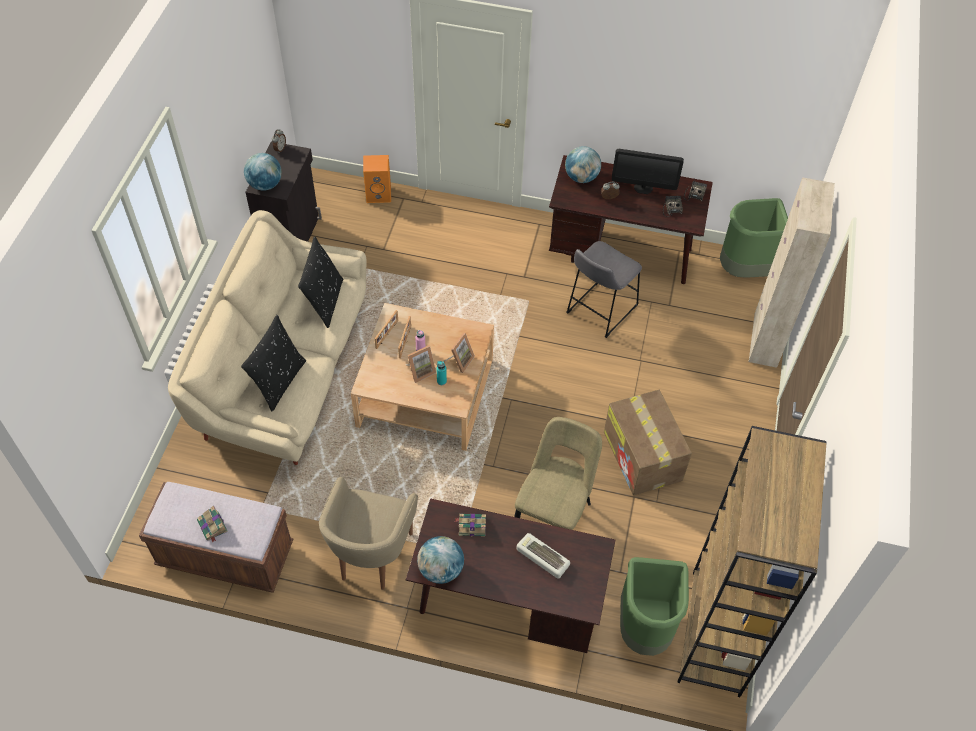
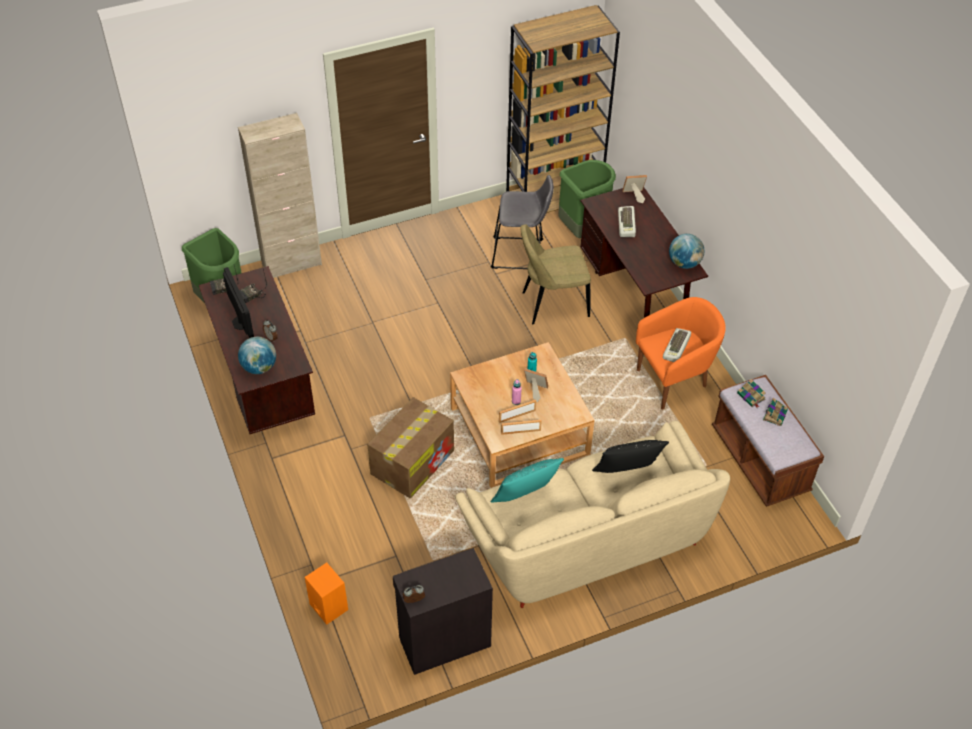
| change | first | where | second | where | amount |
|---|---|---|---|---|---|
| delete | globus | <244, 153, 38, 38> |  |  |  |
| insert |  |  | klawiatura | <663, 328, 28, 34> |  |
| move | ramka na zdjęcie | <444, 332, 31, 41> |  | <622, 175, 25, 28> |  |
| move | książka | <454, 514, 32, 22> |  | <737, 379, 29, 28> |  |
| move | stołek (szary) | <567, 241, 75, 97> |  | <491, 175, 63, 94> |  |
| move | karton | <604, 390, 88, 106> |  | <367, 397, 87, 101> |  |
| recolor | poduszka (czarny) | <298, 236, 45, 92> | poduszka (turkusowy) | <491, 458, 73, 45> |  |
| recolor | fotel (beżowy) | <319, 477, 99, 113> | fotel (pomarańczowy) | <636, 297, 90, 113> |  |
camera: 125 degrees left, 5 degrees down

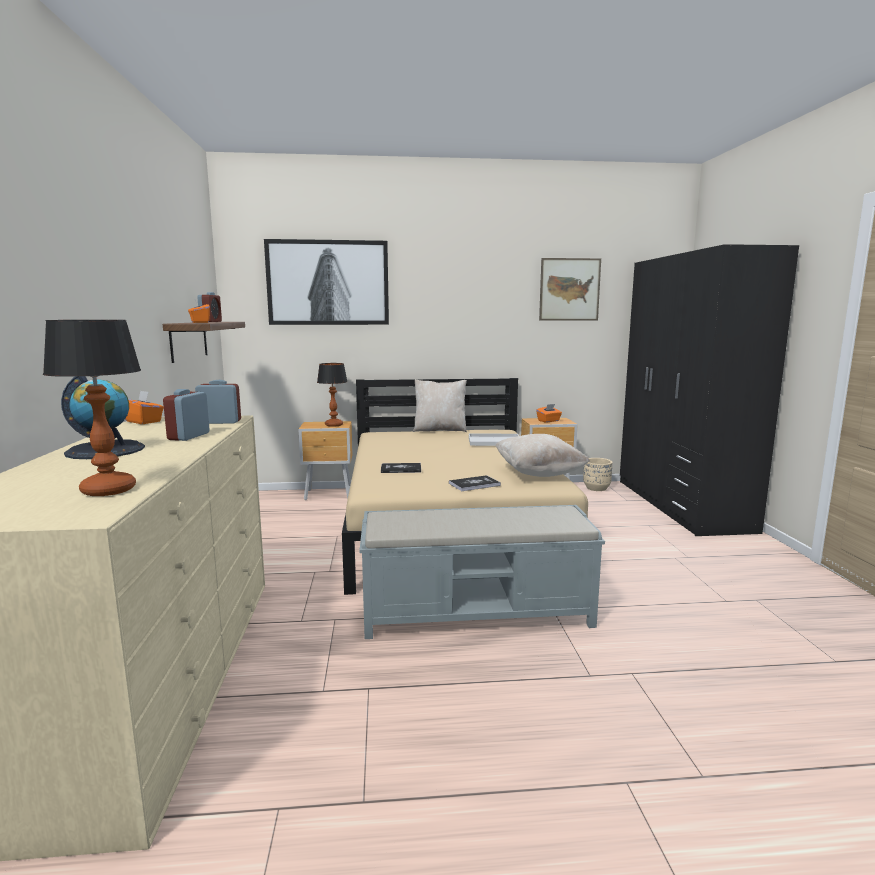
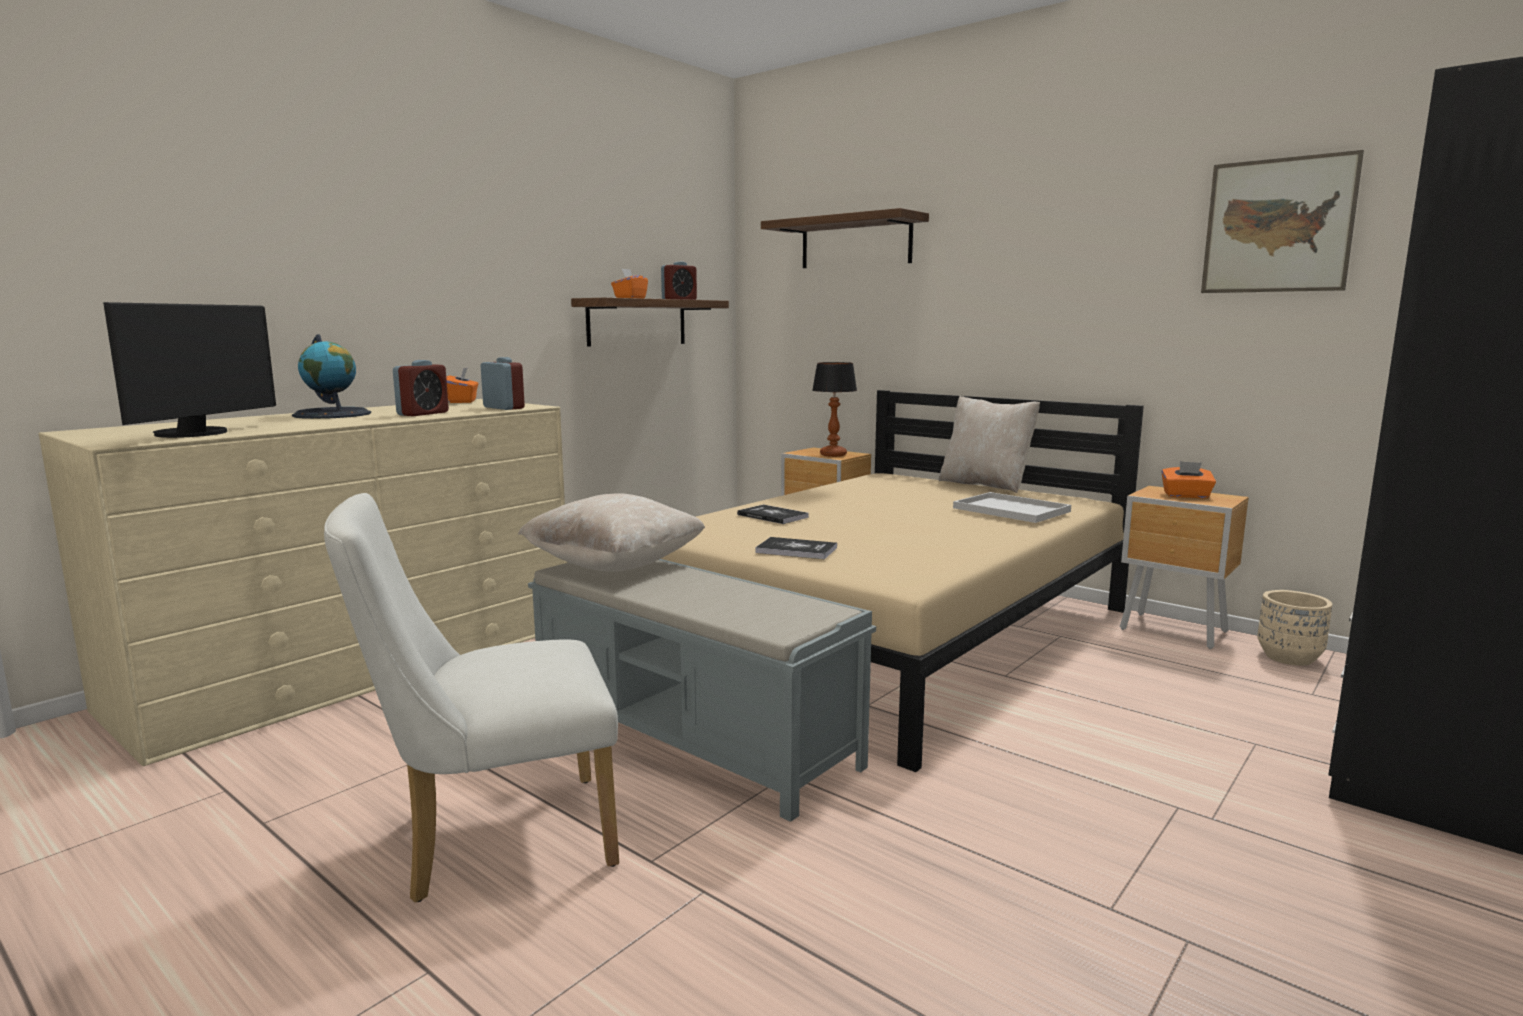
| change | first | where | second | where | amount |
|---|---|---|---|---|---|
| insert |  |  | krzesło (biały) | <324, 493, 295, 410> |  |
| move | poduszka (beżowy) | <495, 434, 95, 43> |  | <518, 493, 187, 79> |  |
| replace | lampa stołowa | <43, 320, 98, 176> | monitor | <103, 302, 173, 136> |  |
| replace | obraz | <264, 239, 125, 86> | półka | <761, 208, 168, 60> |  |
| rotate | budzik | <163, 389, 47, 52> |  | <393, 360, 56, 56> | 150 degrees clockwise |
camera: 45 degrees right, 0 degrees up

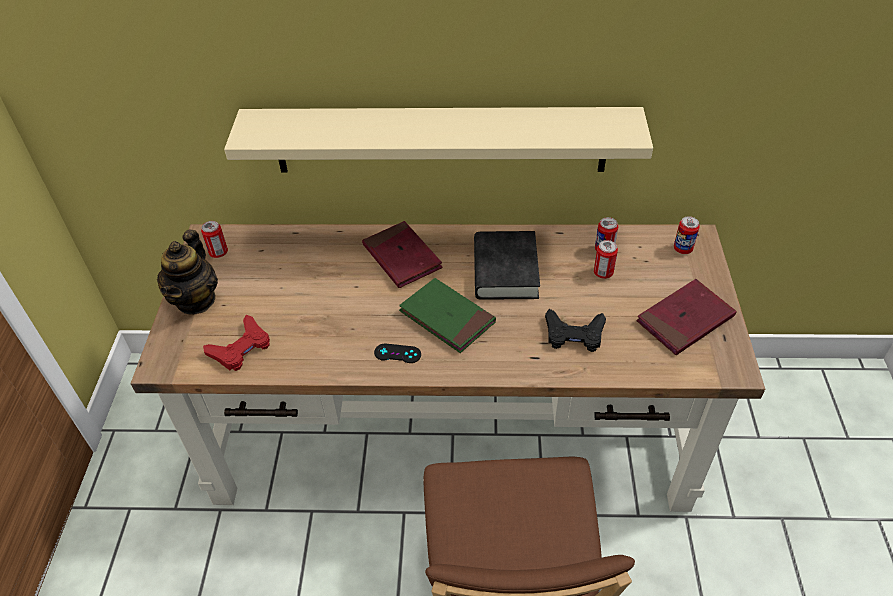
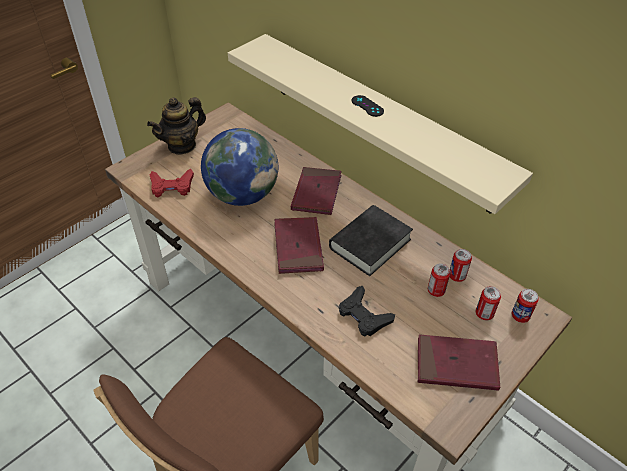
| change | first | where | second | where | amount |
|---|---|---|---|---|---|
| insert |  |  | globus | <201, 128, 77, 78> |  |
| move | puszka | <201, 221, 27, 37> |  | <476, 286, 25, 34> |  |
| move | pad do gier (czarny) | <374, 344, 47, 19> |  | <352, 95, 32, 22> |  |
| recolor | książka (zielony) | <399, 278, 97, 75> | książka (czerwony) | <274, 217, 50, 57> |  |
camera: 40 degrees right, 0 degrees up

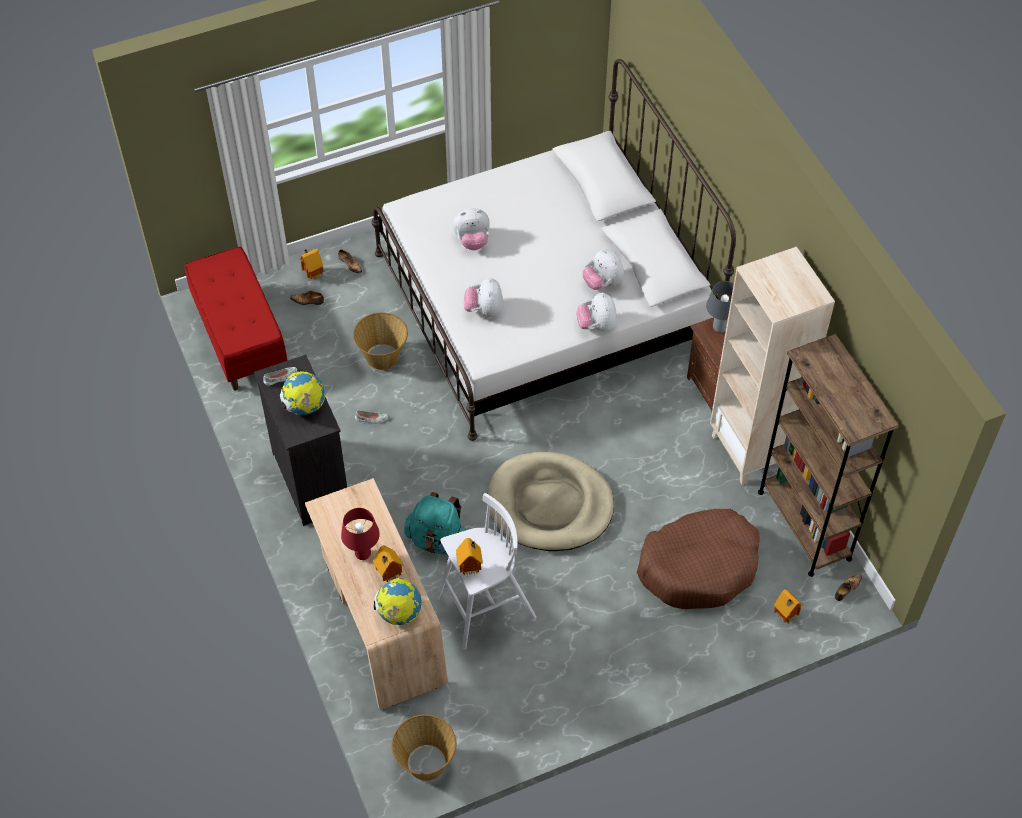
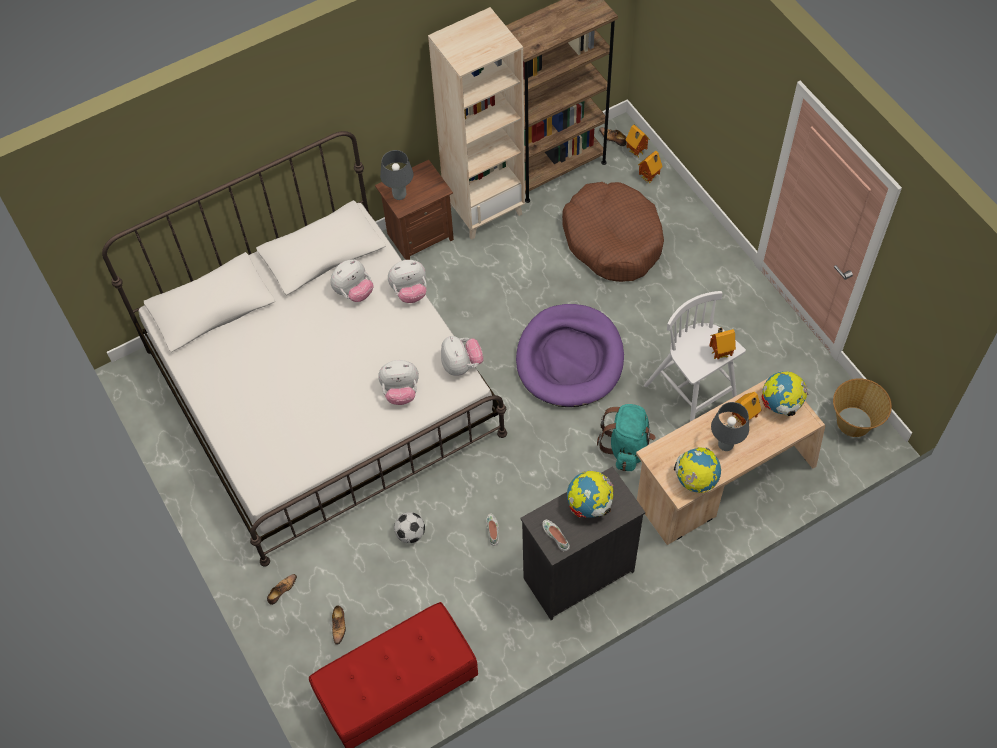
| change | first | where | second | where | amount |
|---|---|---|---|---|---|
| insert |  |  | globus | <674, 447, 47, 46> |  |
| move | domek | <300, 249, 23, 32> |  | <626, 125, 24, 32> |  |
| move | pluszak | <453, 208, 37, 42> |  | <441, 336, 43, 40> |  |
| replace | koszyk | <353, 312, 55, 58> | piłka futbolowa | <394, 512, 31, 31> |  |
| recolor | lampa stołowa (czerwony) | <341, 508, 39, 52> | lampa stołowa (szary) | <711, 402, 38, 49> |  |
| recolor | legowisko (beżowy) | <488, 452, 126, 99> | legowisko (fioletowy) | <516, 304, 108, 103> |  |
camera: 95 degrees left, 5 degrees up

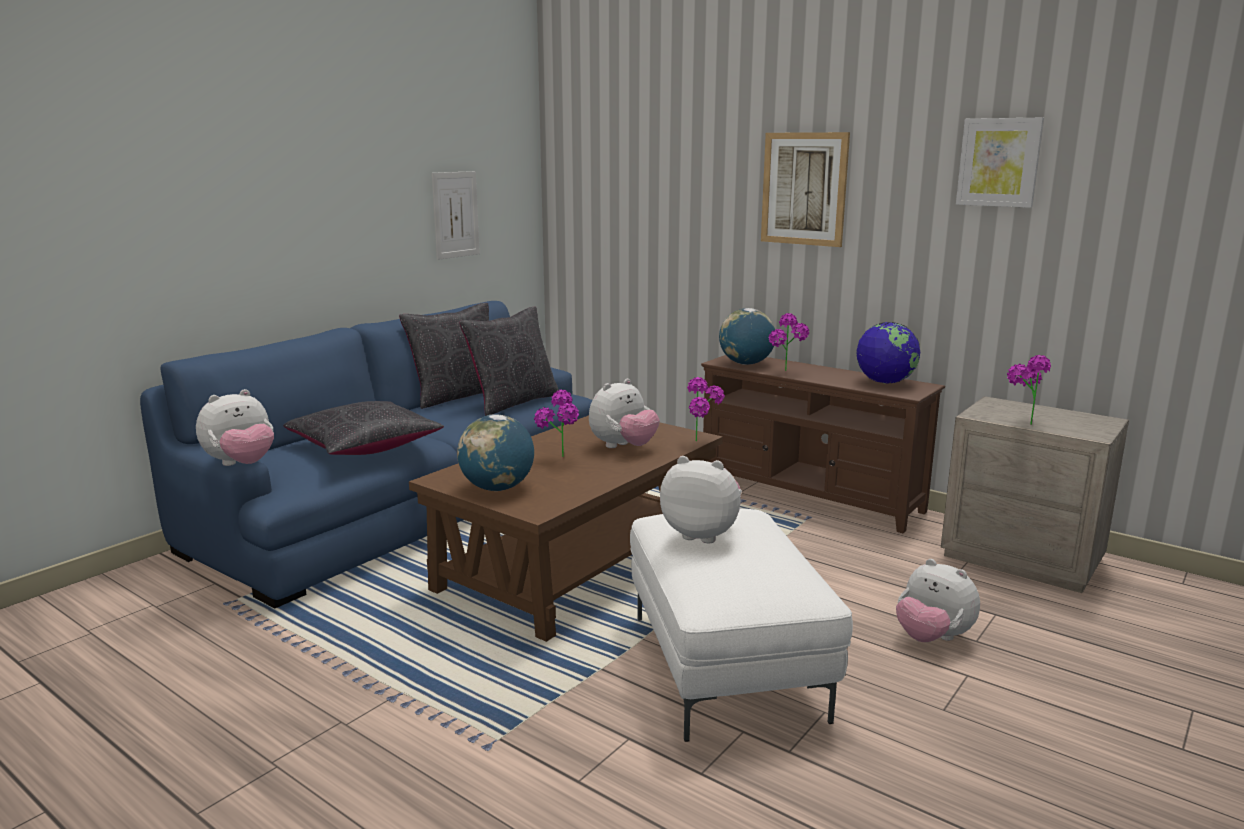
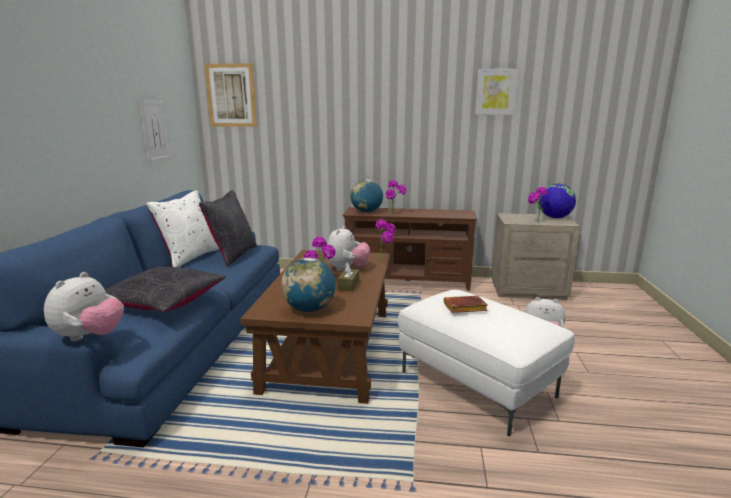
| change | first | where | second | where | amount |
|---|---|---|---|---|---|
| insert |  |  | pudełko chusteczek (brązowy) | <337, 263, 22, 29> |  |
| move | obraz | <761, 132, 89, 115> |  | <204, 63, 53, 64> |  |
| move | globus | <856, 322, 64, 62> |  | <539, 184, 37, 34> |  |
| replace | pluszak | <660, 456, 82, 87> | książka (brązowy) | <444, 296, 44, 17> |  |
| recolor | poduszka (czarny) | <399, 303, 90, 106> | poduszka (biały) | <146, 191, 73, 76> |  |
camera: 30 degrees left, 0 degrees up

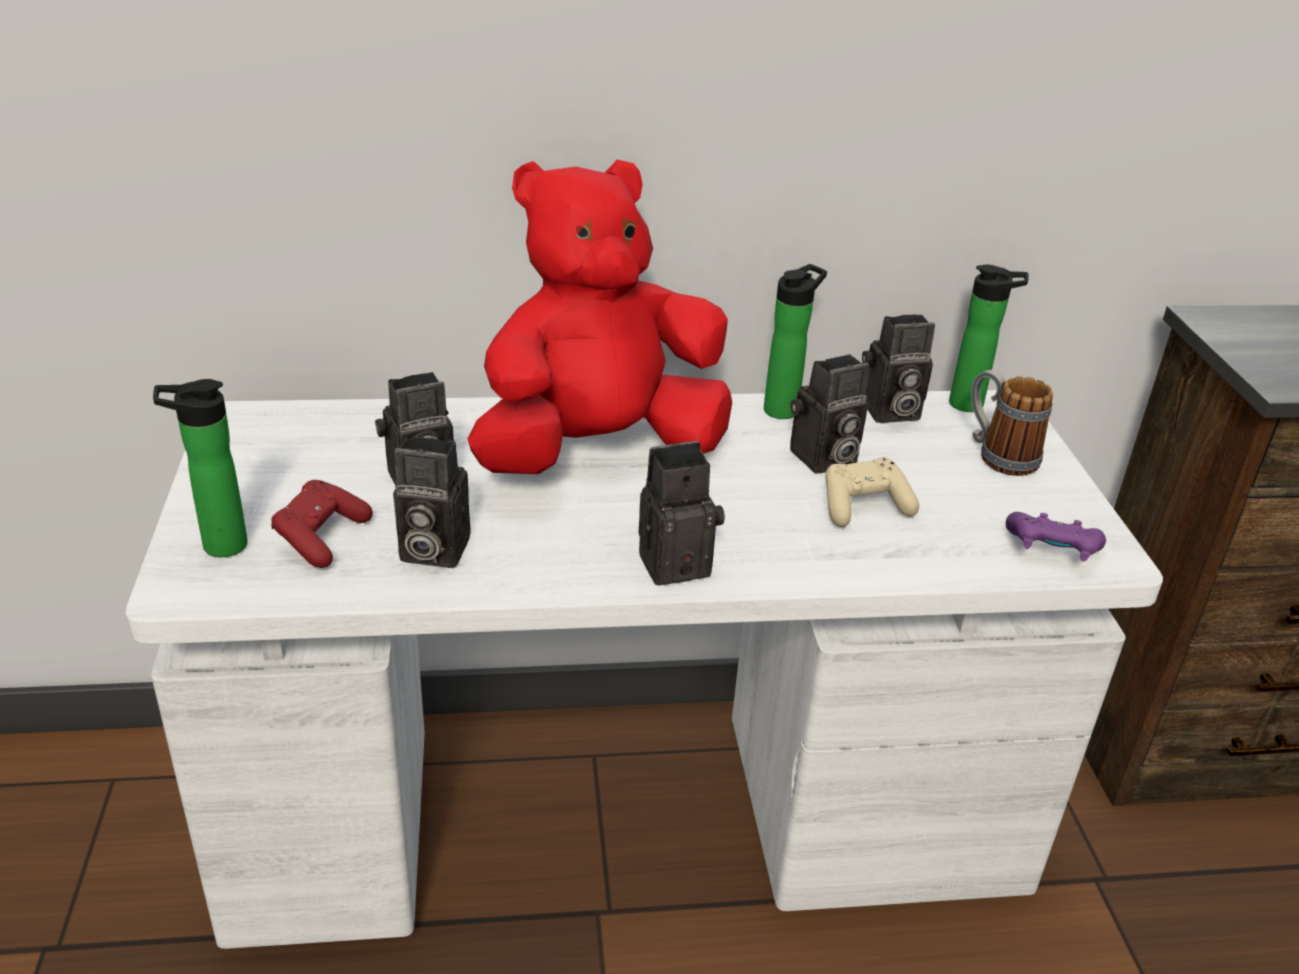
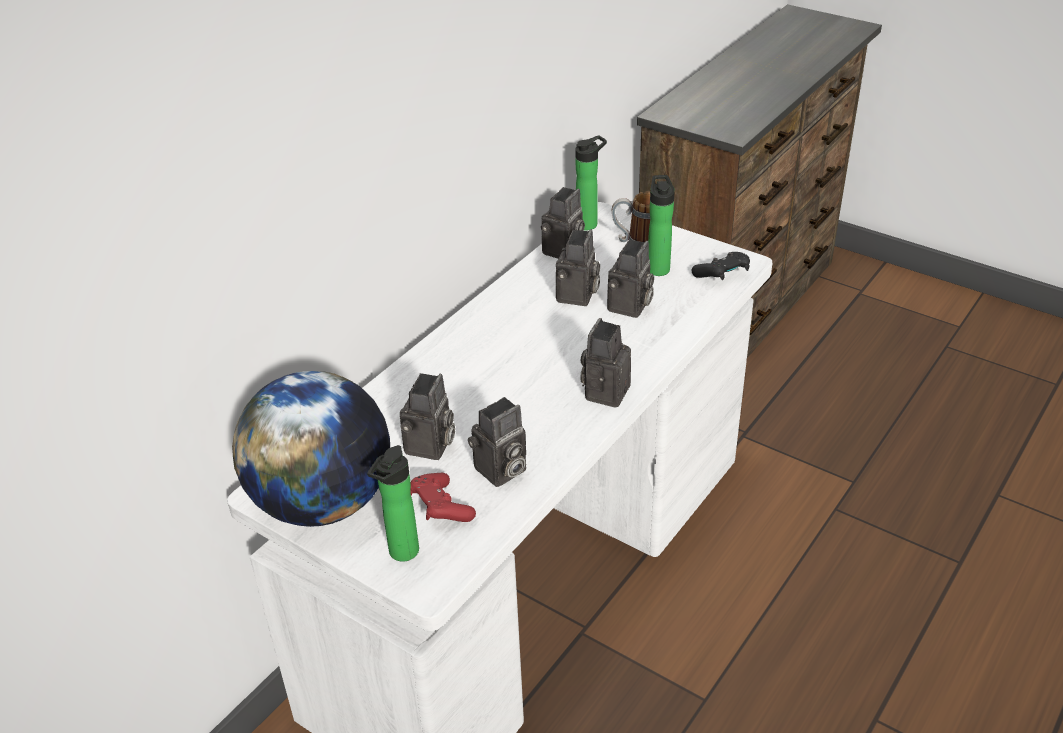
| change | first | where | second | where | amount |
|---|---|---|---|---|---|
| delete | pluszak (czerwony) | <468, 160, 264, 314> |  |  |  |
| insert |  |  | globus | <232, 371, 158, 156> |  |
| move | butelka | <764, 264, 63, 155> |  | <648, 175, 27, 101> |  |
| replace | pad do gier (beżowy) | <825, 457, 94, 70> | aparat fotograficzny | <607, 240, 47, 78> |  |
| recolor | pad do gier (fioletowy) | <1006, 512, 100, 50> | pad do gier (czarny) | <692, 252, 58, 28> |  |
camera: 45 degrees left, 5 degrees up

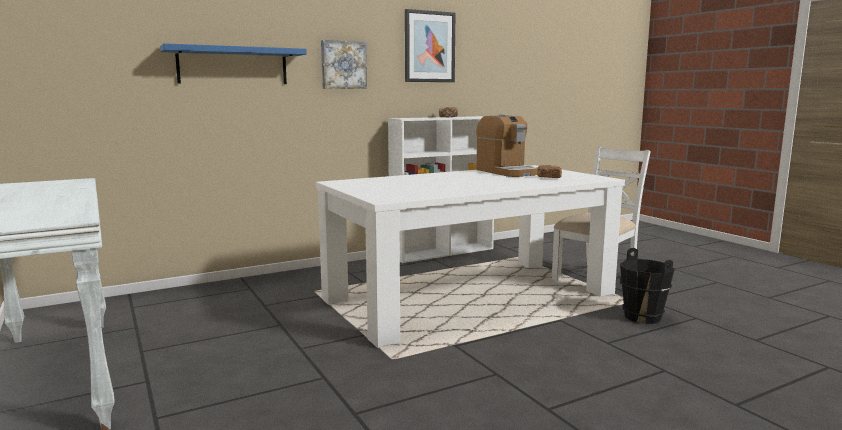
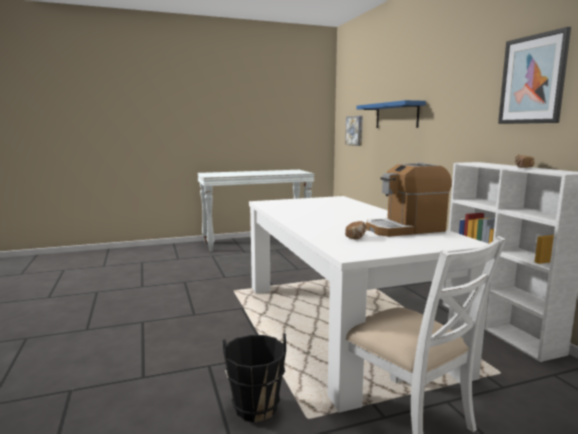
| change | first | where | second | where | amount |
|---|---|---|---|---|---|
| move | obraz | <321, 40, 46, 49> |  | <345, 116, 18, 30> |  |
camera: 100 degrees right, 0 degrees up

